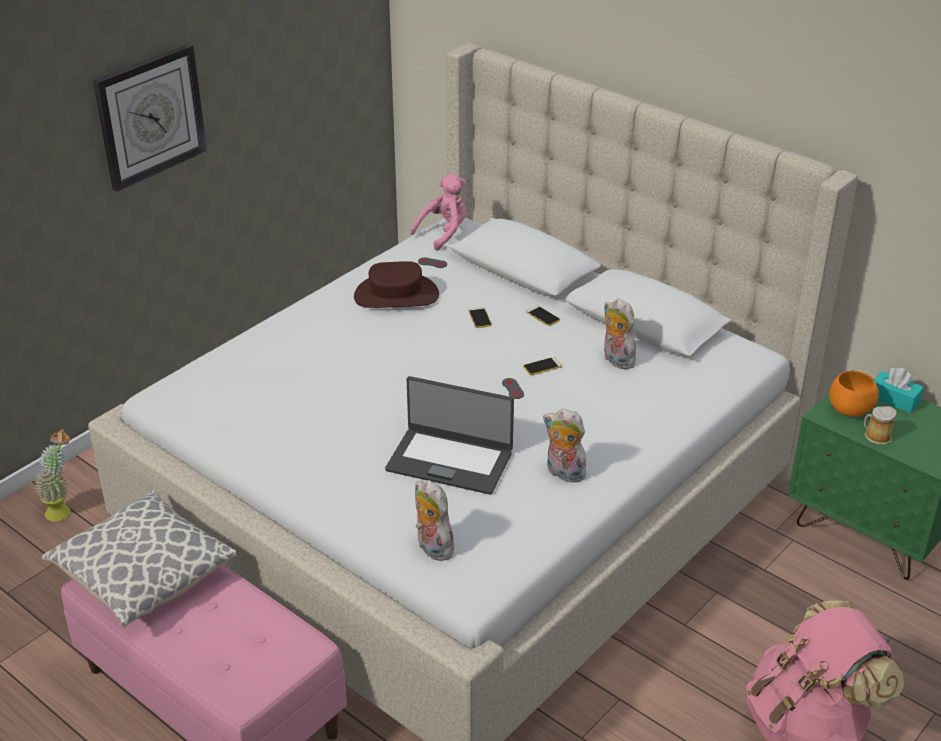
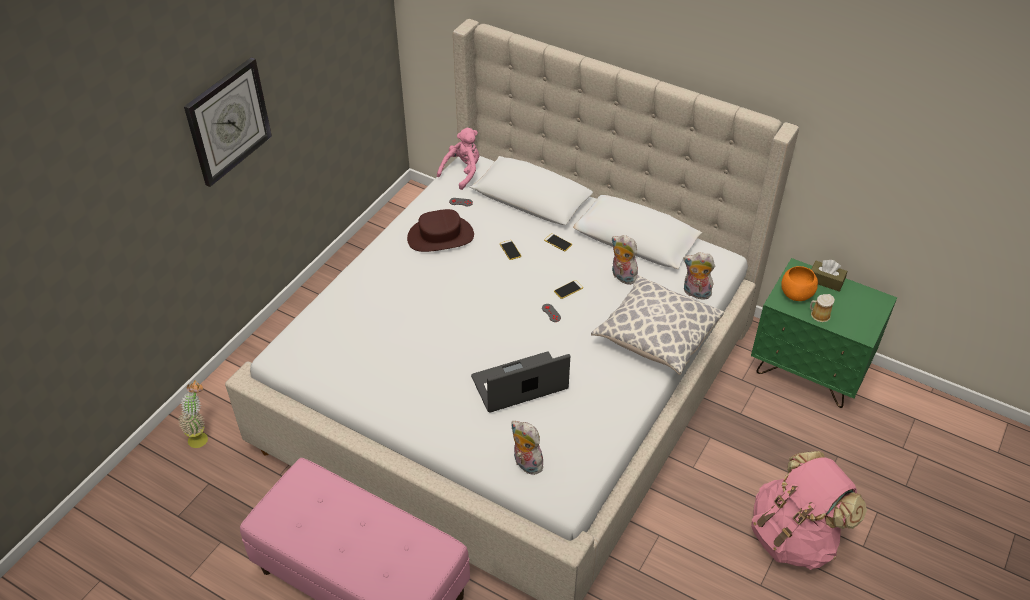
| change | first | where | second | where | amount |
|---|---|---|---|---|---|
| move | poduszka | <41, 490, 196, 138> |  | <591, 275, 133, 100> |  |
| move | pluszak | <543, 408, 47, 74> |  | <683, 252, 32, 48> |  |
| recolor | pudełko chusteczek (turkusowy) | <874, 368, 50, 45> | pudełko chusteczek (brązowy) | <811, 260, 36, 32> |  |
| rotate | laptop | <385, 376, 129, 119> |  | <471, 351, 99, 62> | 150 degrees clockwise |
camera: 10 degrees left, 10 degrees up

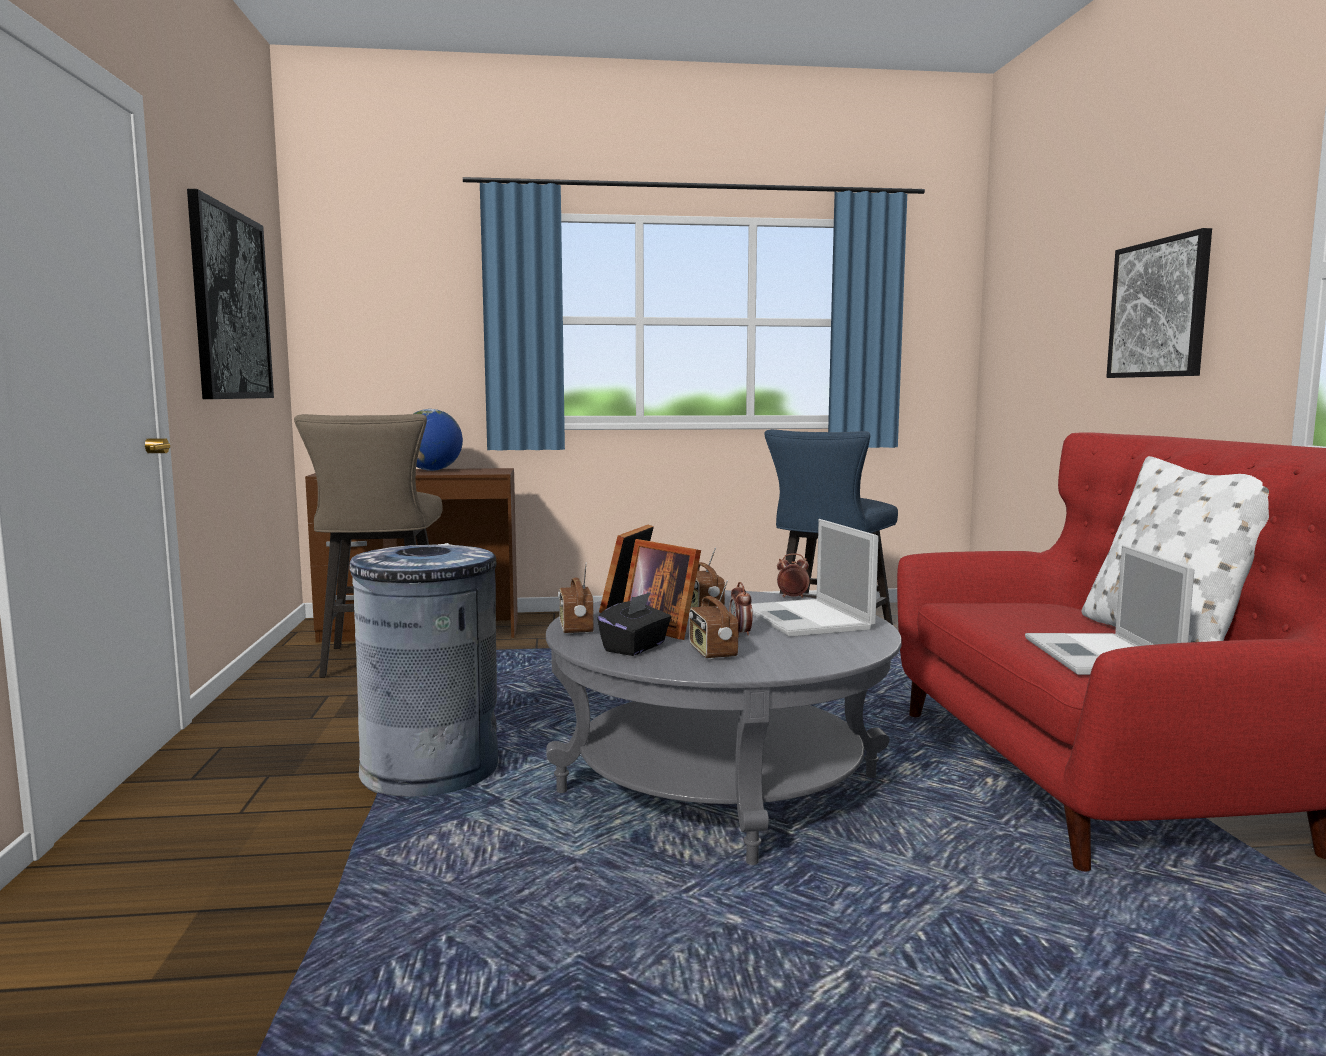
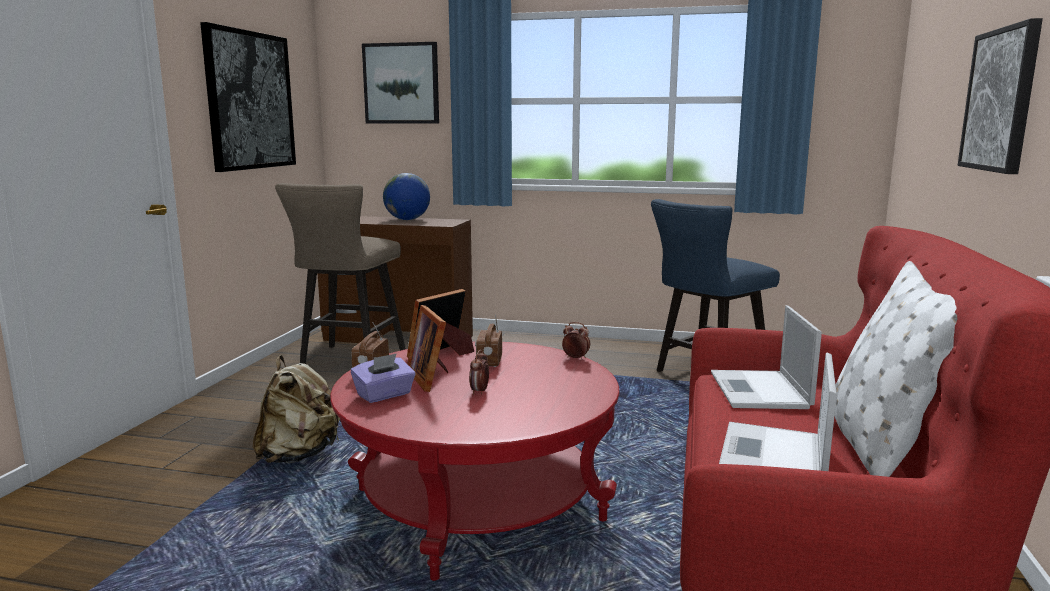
| change | first | where | second | where | amount |
|---|---|---|---|---|---|
| delete | radio | <689, 580, 49, 79> |  |  |  |
| insert |  |  | obraz | <362, 42, 77, 81> |  |
| move | laptop | <751, 519, 128, 118> |  | <711, 305, 111, 104> |  |
| replace | kosz na śmieci (szary) | <349, 543, 149, 254> | plecak (beżowy) | <253, 355, 87, 108> |  |
| recolor | ława (szary) | <546, 590, 356, 275> | ława (czerwony) | <330, 341, 289, 240> |  |
| recolor | pudełko chusteczek (czarny) | <597, 592, 74, 64> | pudełko chusteczek (fioletowy) | <351, 353, 65, 50> |  |
camera: 20 degrees right, 5 degrees up

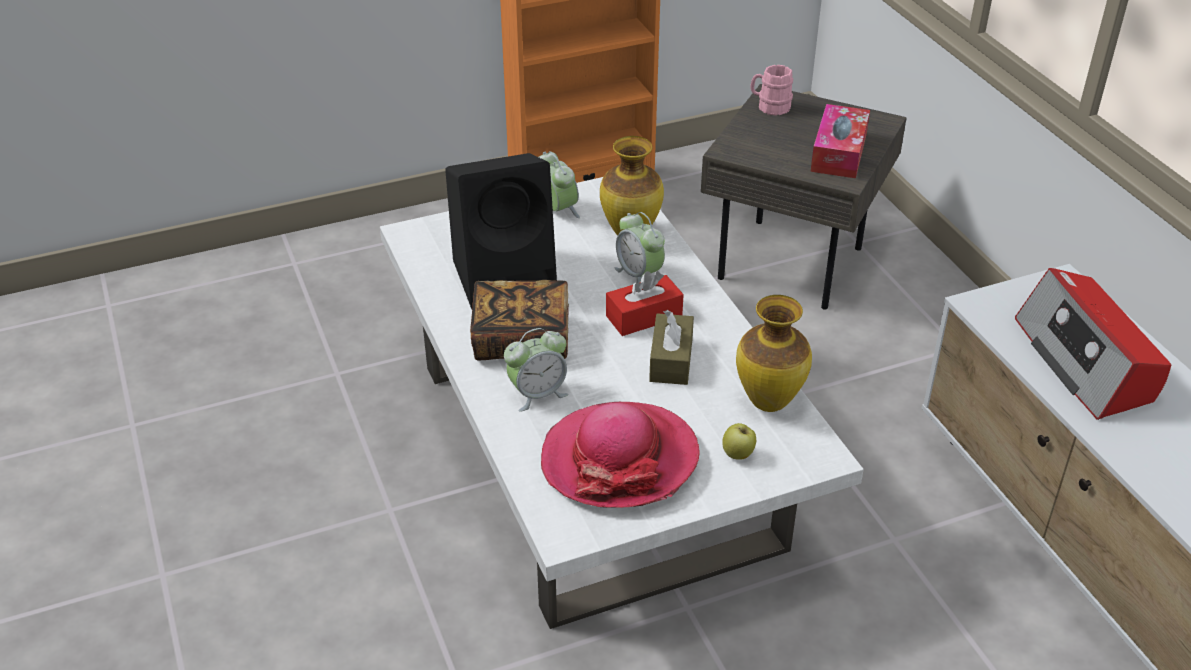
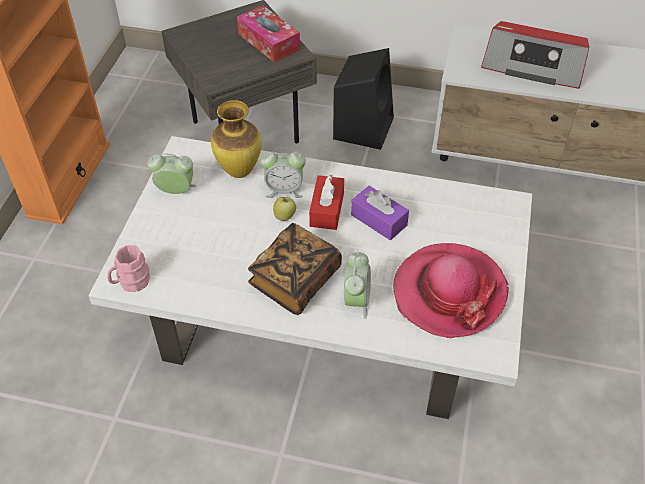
| change | first | where | second | where | amount |
|---|---|---|---|---|---|
| delete | wazon | <736, 295, 76, 117> |  |  |  |
| move | głośnik (czarny) | <445, 153, 112, 156> |  | <333, 48, 61, 102> |  |
| move | jabłko | <722, 423, 34, 37> |  | <273, 197, 23, 24> |  |
| move | kubek (różowy) | <750, 65, 43, 51> |  | <107, 245, 43, 47> |  |
| recolor | pudełko chusteczek (brązowy) | <649, 310, 45, 75> | pudełko chusteczek (fioletowy) | <351, 186, 58, 54> |  |
camera: 55 degrees left, 10 degrees up

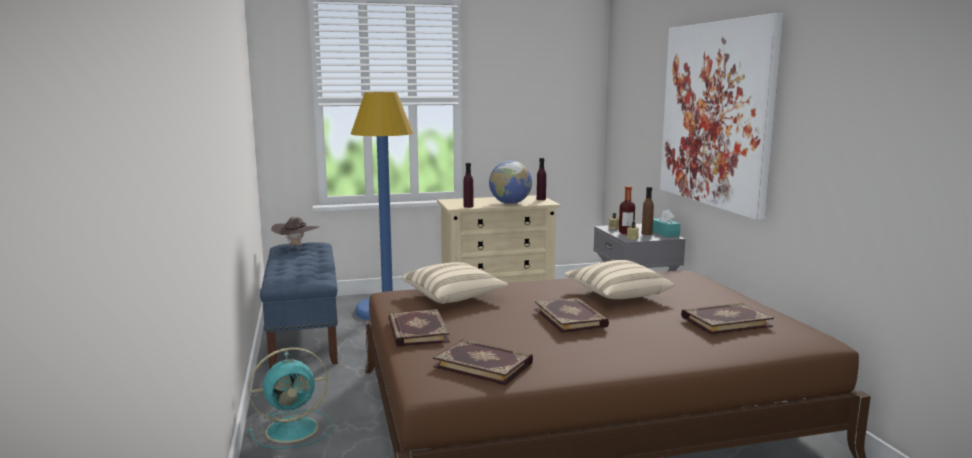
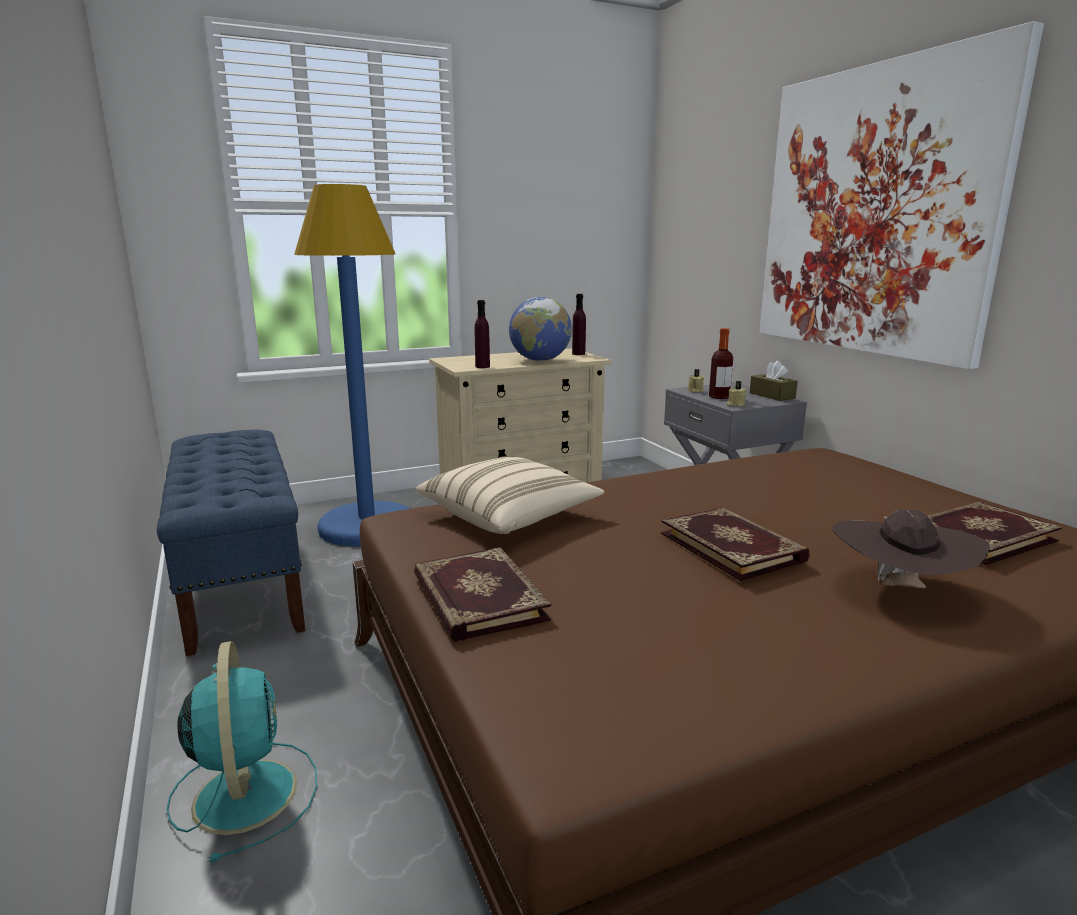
| change | first | where | second | where | amount |
|---|---|---|---|---|---|
| delete | książka | <433, 339, 100, 46> |  |  |  |
| delete | poduszka (beżowy) | <564, 260, 110, 39> |  |  |  |
| delete | butelka (brązowy) | <642, 187, 12, 48> |  |  |  |
| move | kapelusz (brązowy) | <271, 217, 49, 29> |  | <833, 509, 157, 79> |  |
| recolor | pudełko chusteczek (turkusowy) | <652, 209, 29, 28> | pudełko chusteczek (brązowy) | <750, 361, 48, 40> |  |
| rotate | wentylator (turkusowy) | <248, 347, 84, 102> |  | <166, 641, 151, 222> | 75 degrees counterclockwise |
camera: 10 degrees left, 5 degrees up

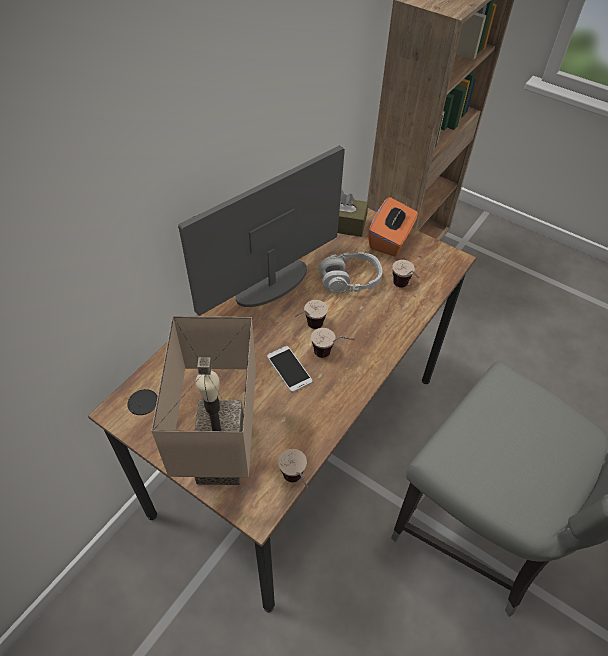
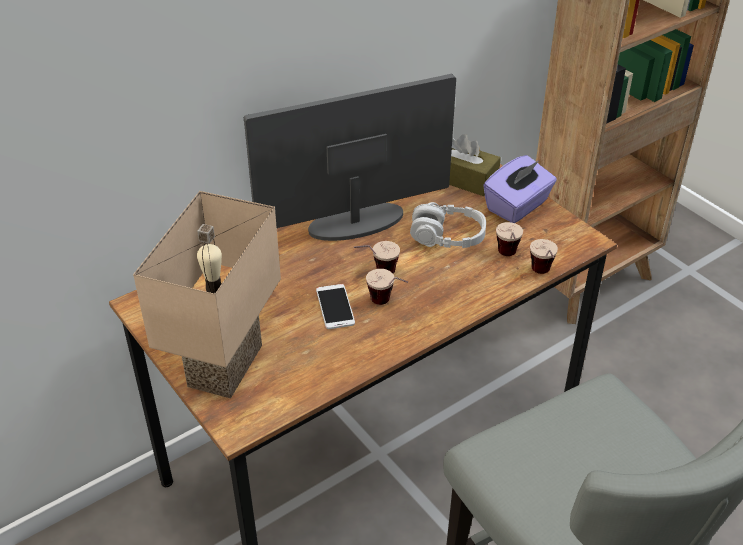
| change | first | where | second | where | amount |
|---|---|---|---|---|---|
| move | filiżanka | <278, 449, 30, 39> |  | <530, 239, 28, 35> |  |
| recolor | pudełko chusteczek (pomarańczowy) | <368, 197, 50, 59> | pudełko chusteczek (fioletowy) | <483, 155, 74, 68> |  |
camera: 20 degrees right, 10 degrees down

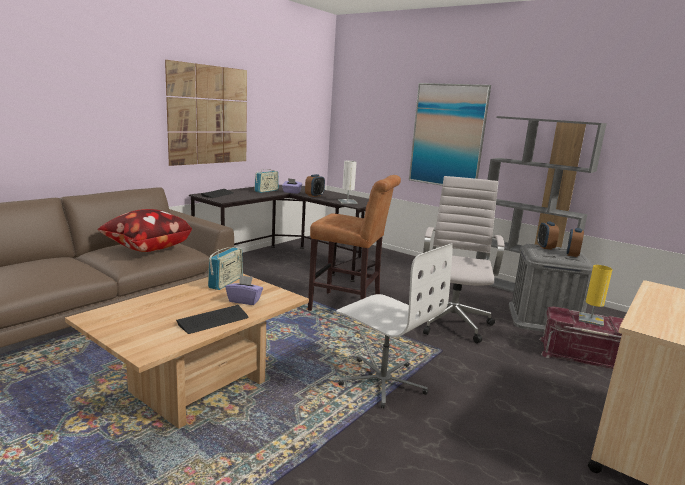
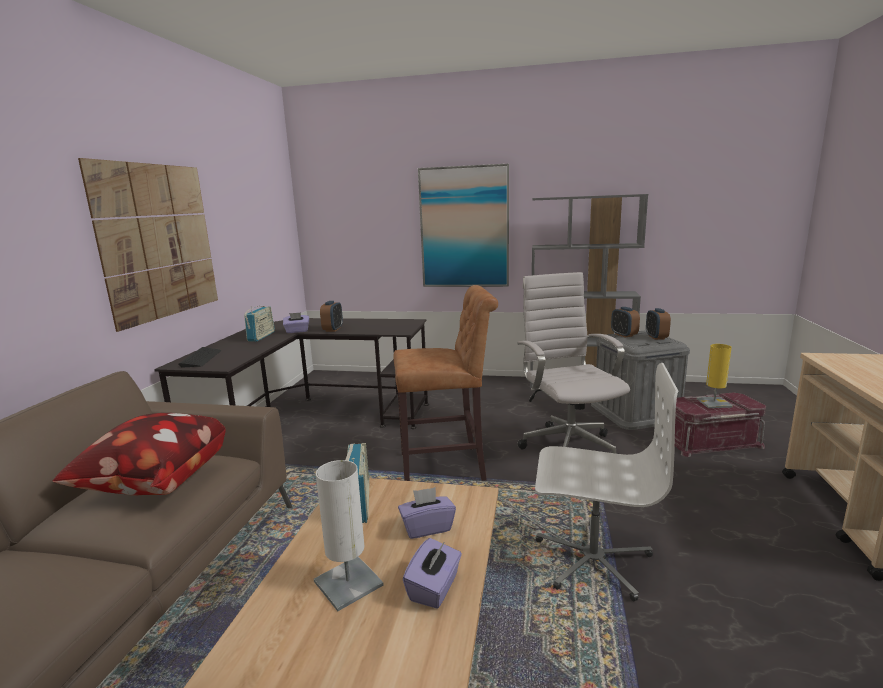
| change | first | where | second | where | amount |
|---|---|---|---|---|---|
| move | lampa stołowa (biały) | <338, 161, 19, 43> |  | <314, 460, 69, 151> |  |
| replace | klawiatura | <176, 305, 72, 29> | pudełko chusteczek (fioletowy) | <403, 538, 59, 71> |  |
camera: 25 degrees left, 0 degrees up

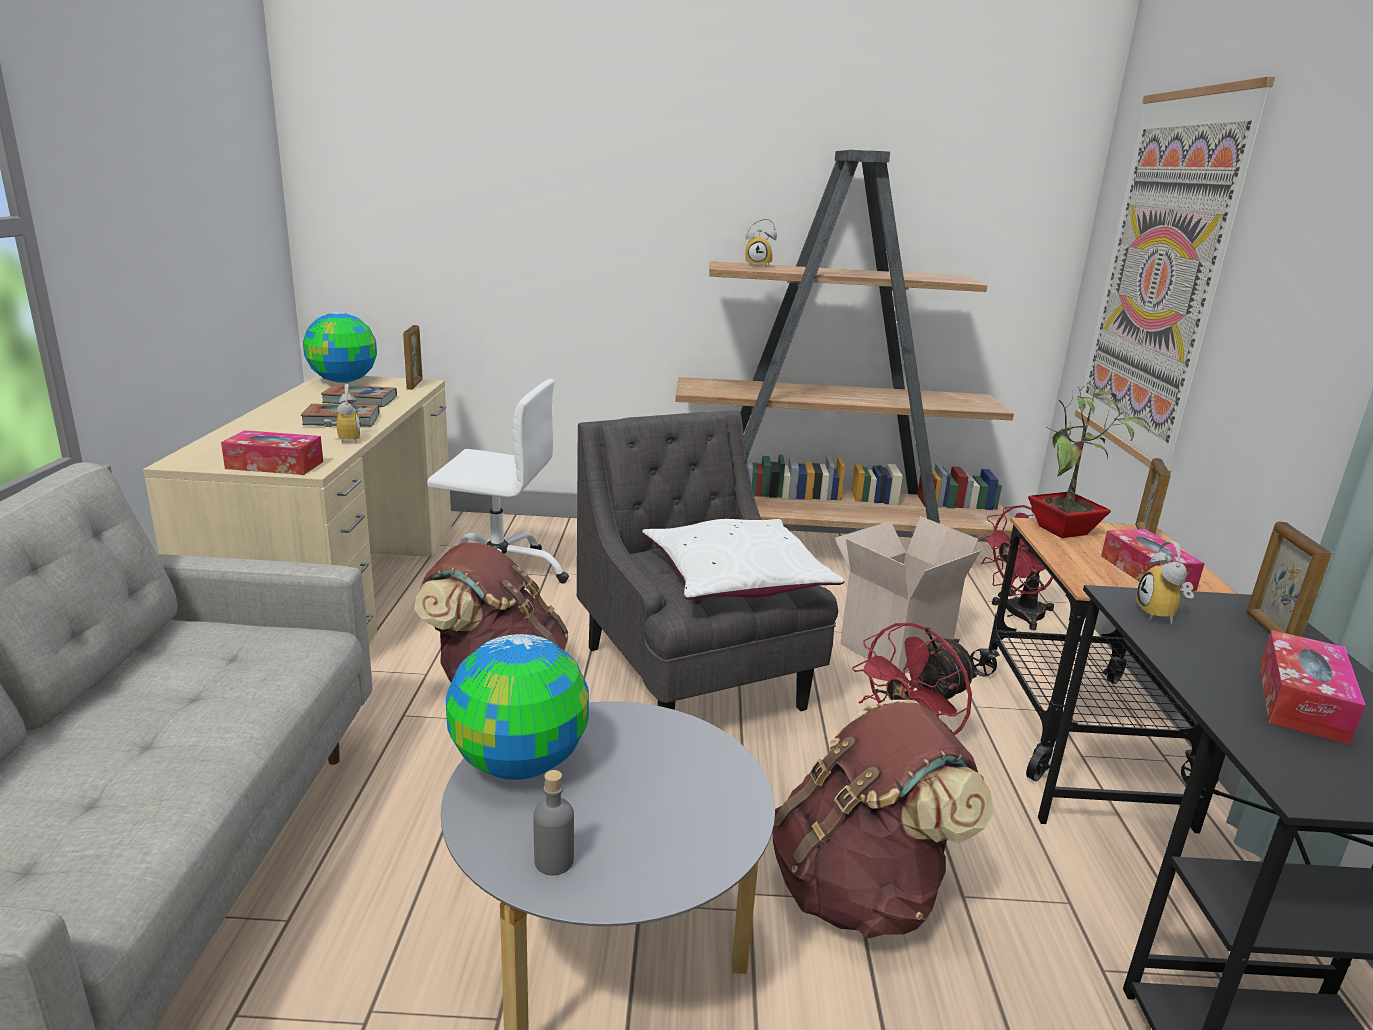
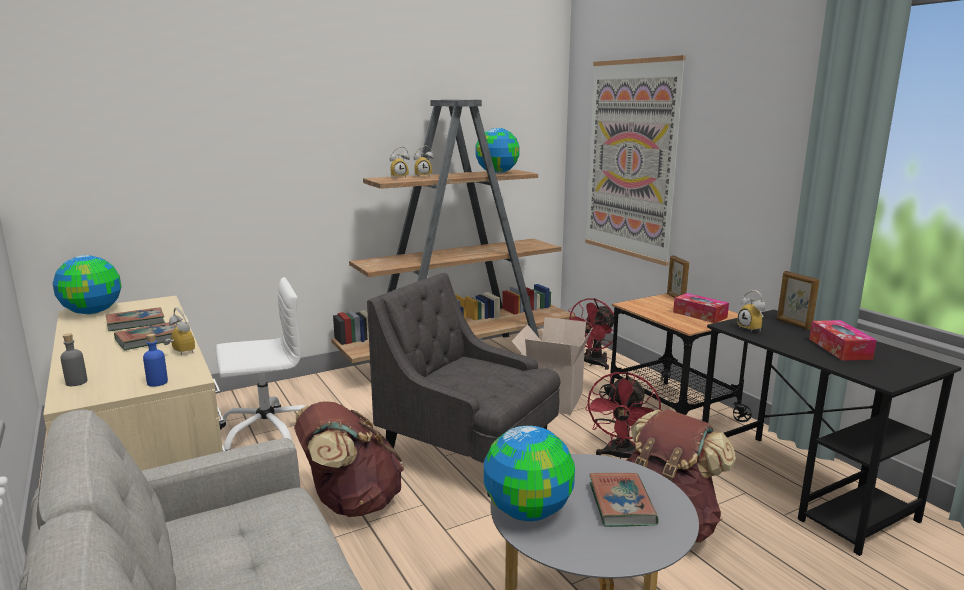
| change | first | where | second | where | amount |
|---|---|---|---|---|---|
| delete | ramka na zdjęcie | <403, 325, 20, 65> |  |  |  |
| delete | poduszka (biały) | <642, 519, 202, 81> |  |  |  |
| delete | roślina doniczkowa | <1028, 383, 122, 155> |  |  |  |
| insert |  |  | budzik | <413, 146, 21, 31> |  |
| insert |  |  | globus | <475, 128, 45, 46> |  |
| insert |  |  | książka | <589, 473, 70, 54> |  |
| move | butelka (szary) | <533, 770, 41, 105> |  | <60, 333, 28, 53> |  |
| replace | pudełko chusteczek | <221, 430, 102, 45> | butelka (niebieski) | <143, 334, 25, 53> |  |
camera: 30 degrees left, 5 degrees down

